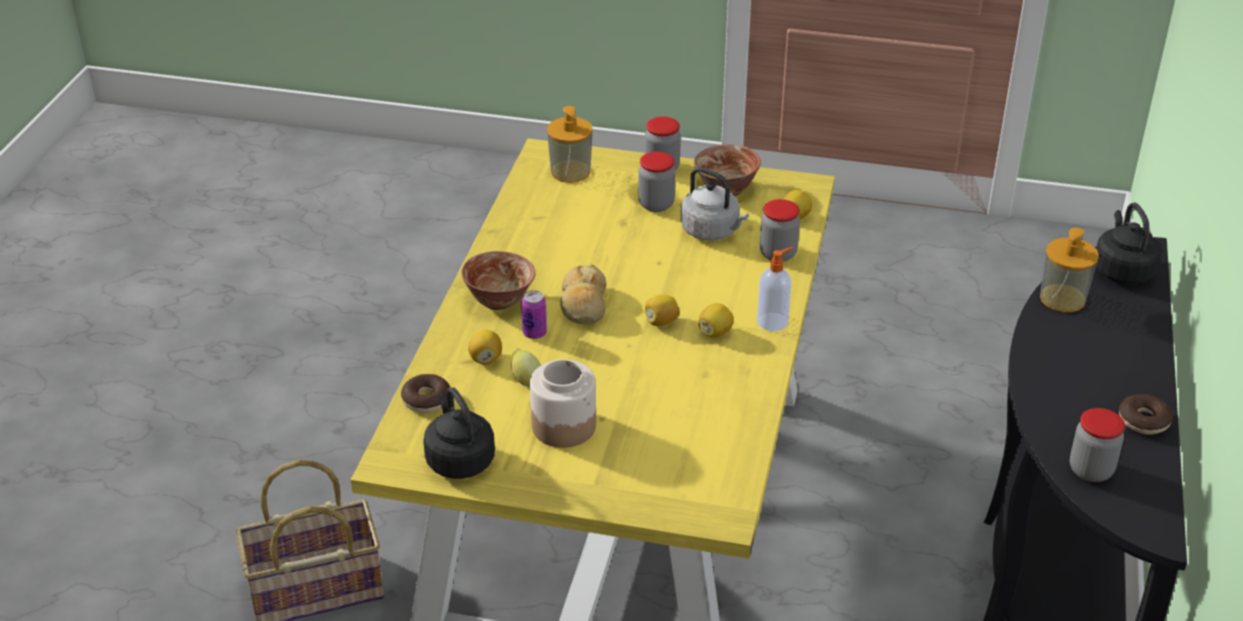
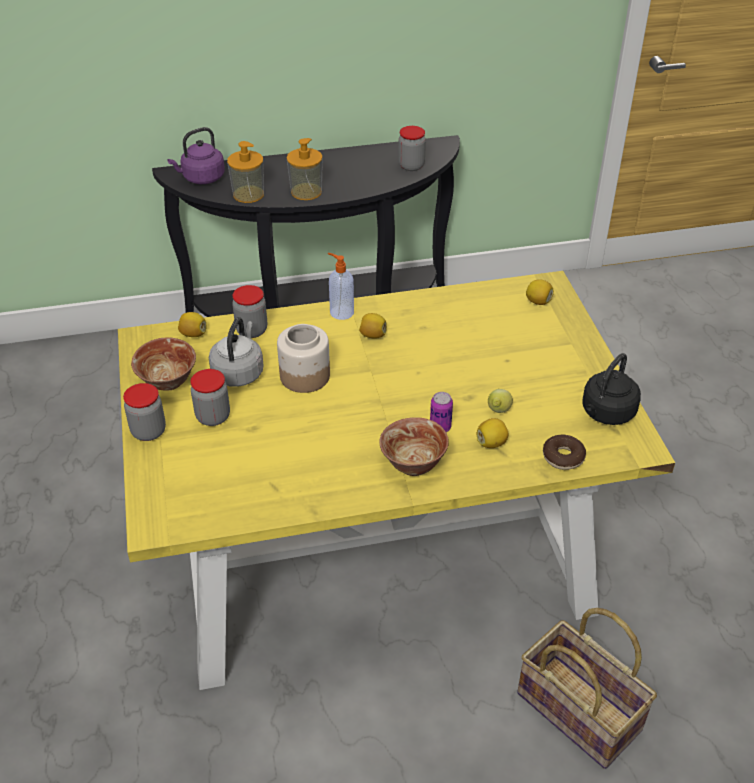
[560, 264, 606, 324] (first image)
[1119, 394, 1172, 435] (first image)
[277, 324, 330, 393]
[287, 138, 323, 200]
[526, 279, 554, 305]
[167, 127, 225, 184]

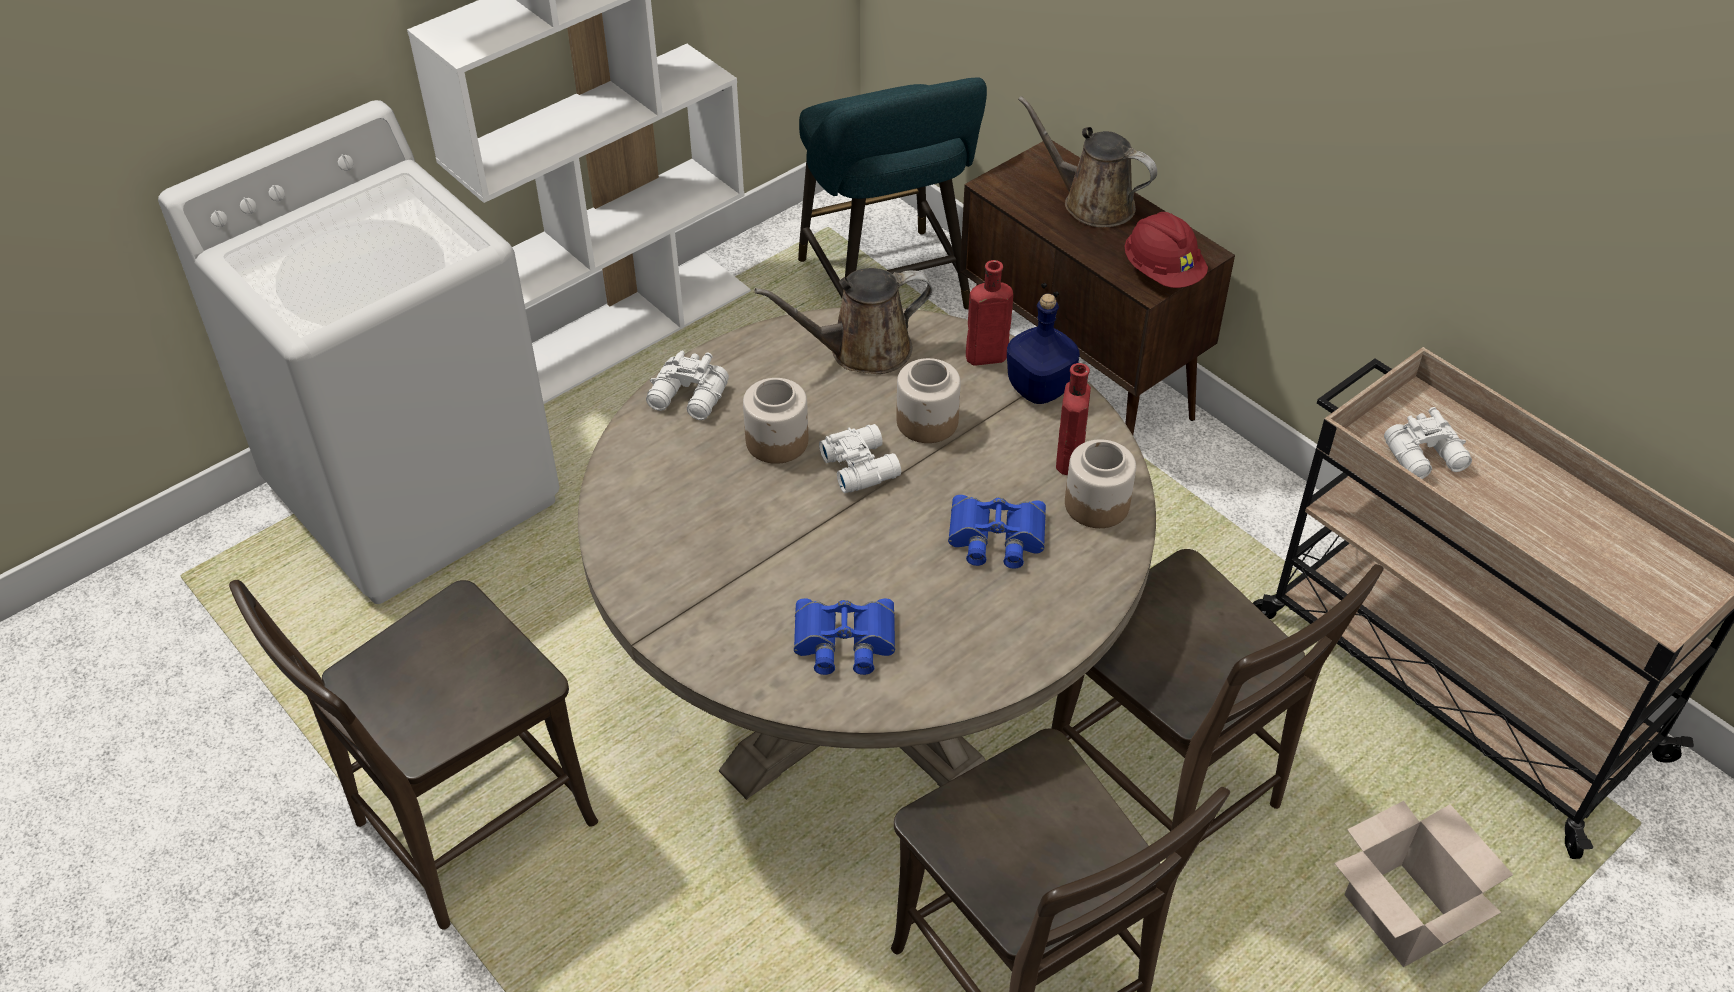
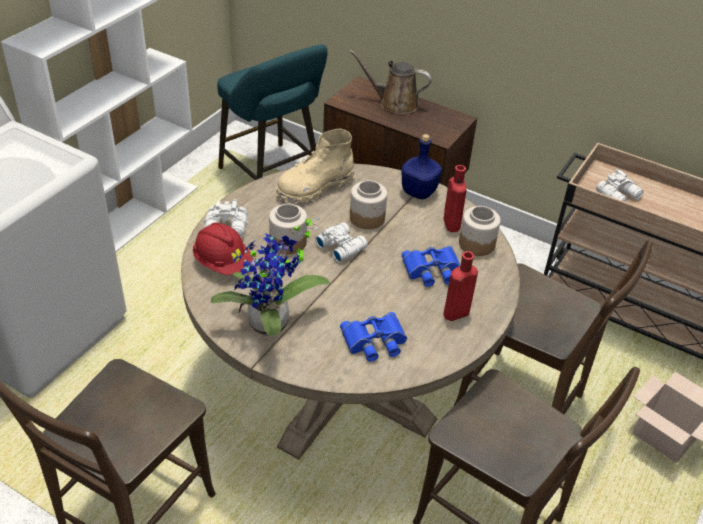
[211, 217, 330, 336]
[443, 251, 478, 321]
[193, 223, 253, 275]
[276, 129, 355, 205]

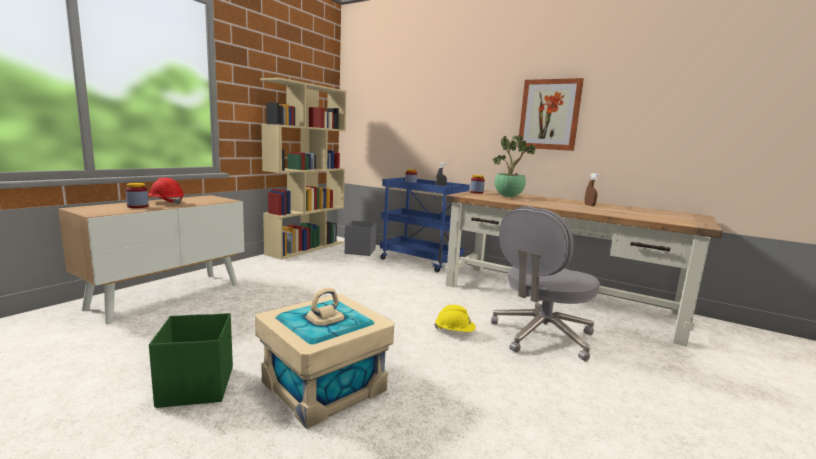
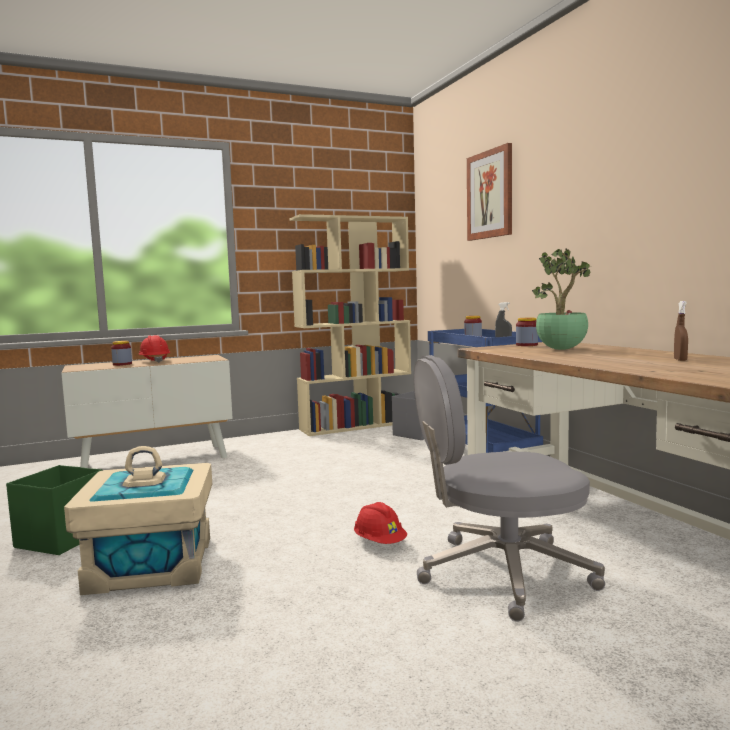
[467, 143, 512, 241]
[354, 502, 407, 544]

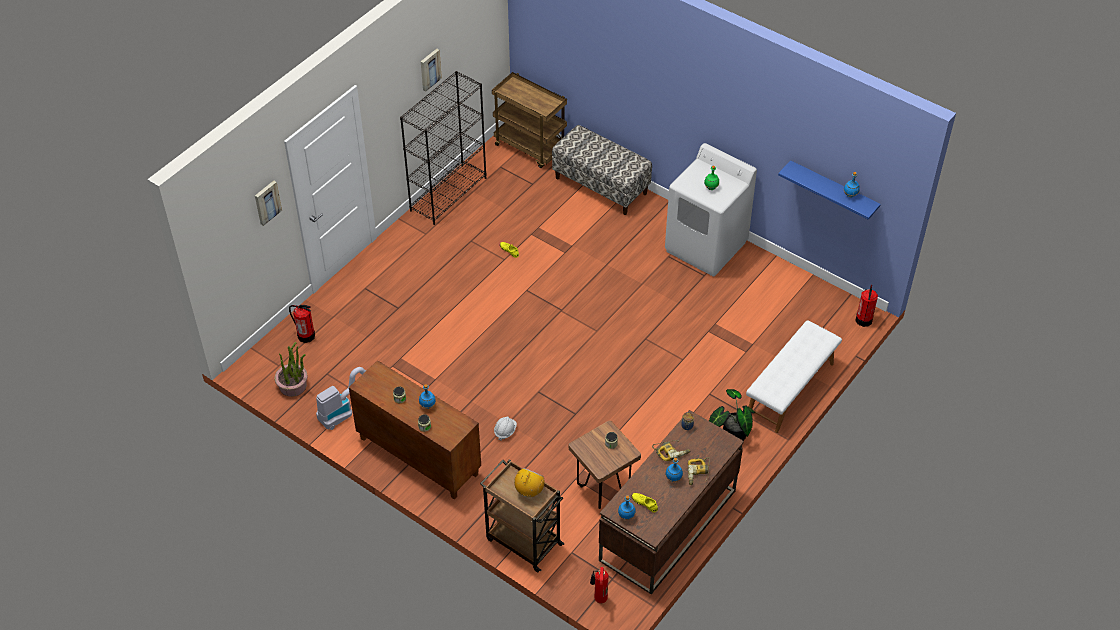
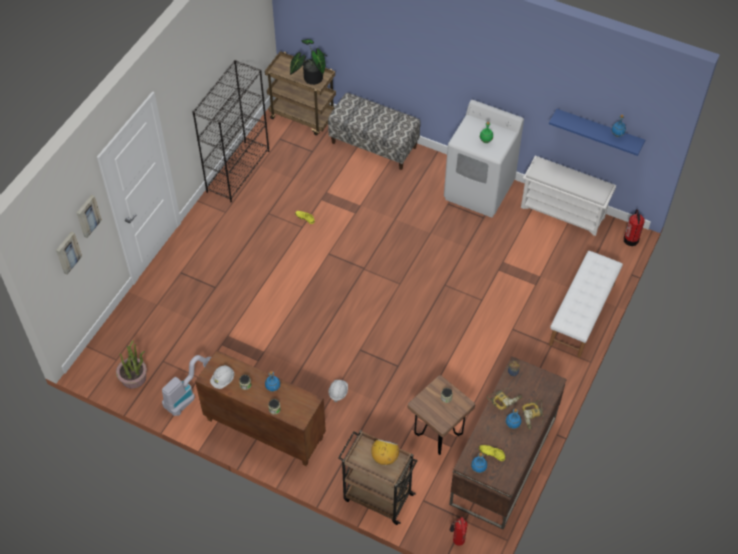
[289, 305, 315, 343] (first image)
[210, 365, 234, 389]
[521, 156, 616, 236]
[56, 232, 82, 275]
[290, 39, 327, 85]

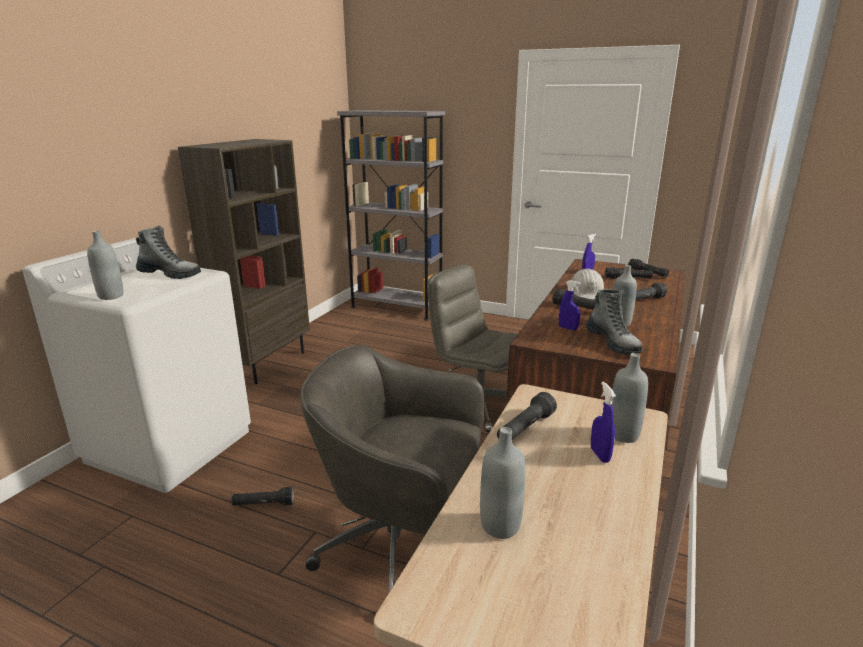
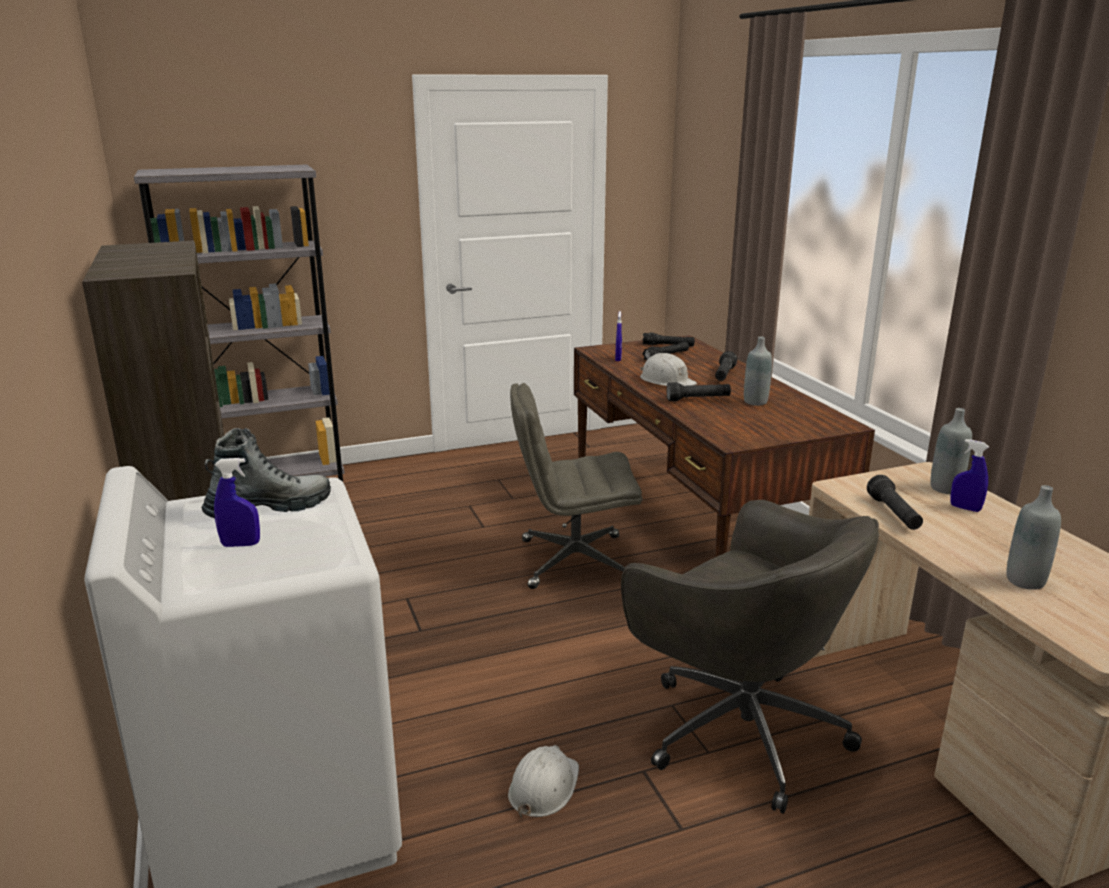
[87, 231, 124, 300] (first image)
[586, 289, 643, 355] (first image)
[214, 458, 260, 547]
[508, 745, 579, 818]
[621, 500, 879, 814]

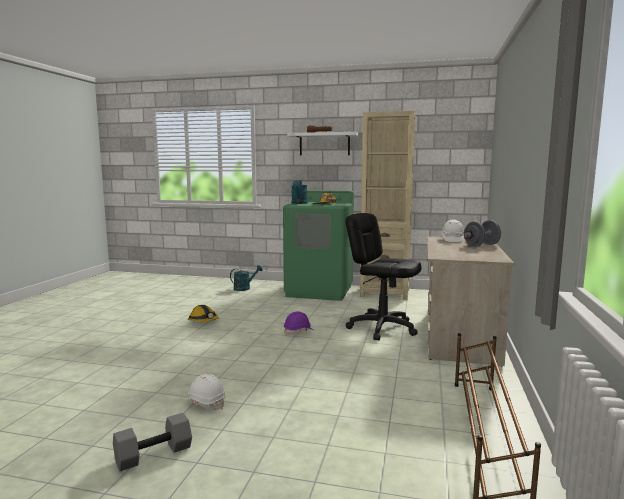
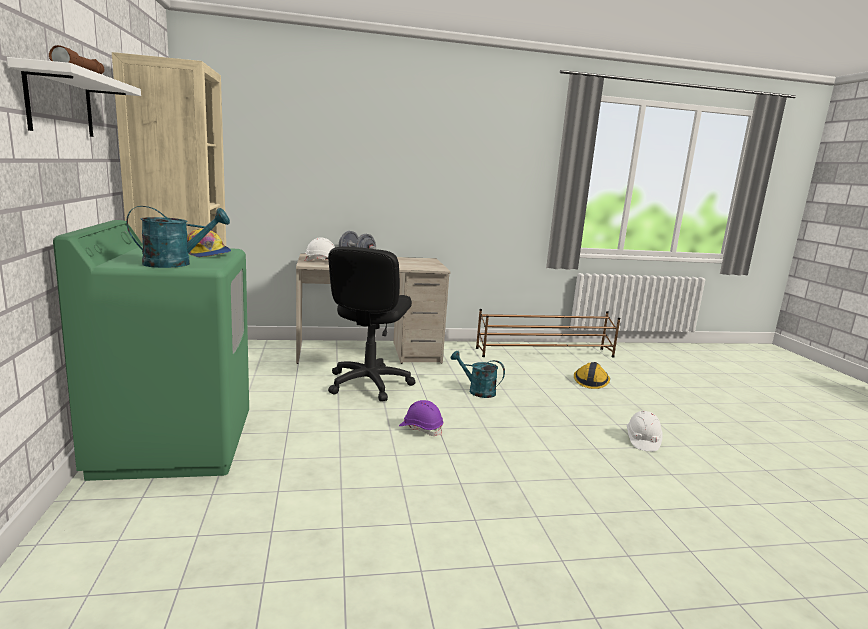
[113, 413, 192, 471] (first image)
[574, 362, 610, 389]
[451, 351, 505, 398]

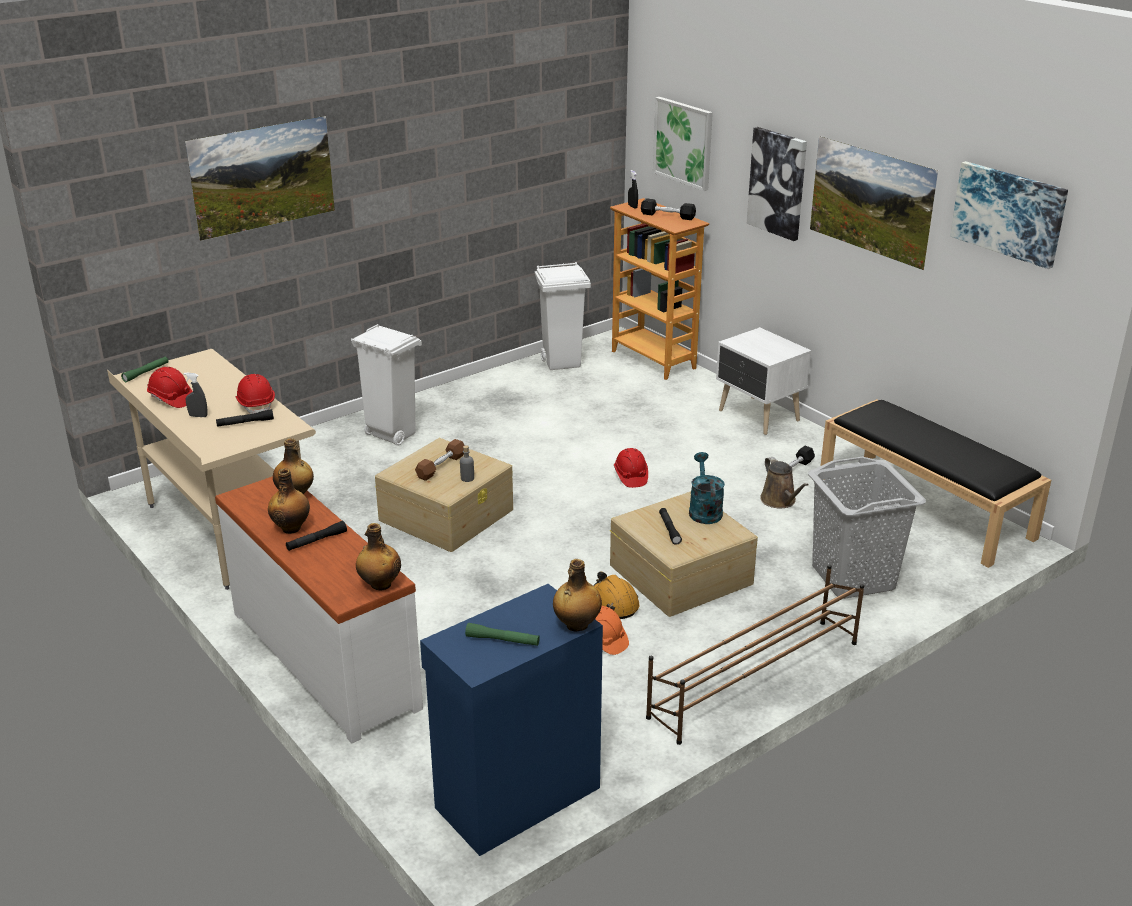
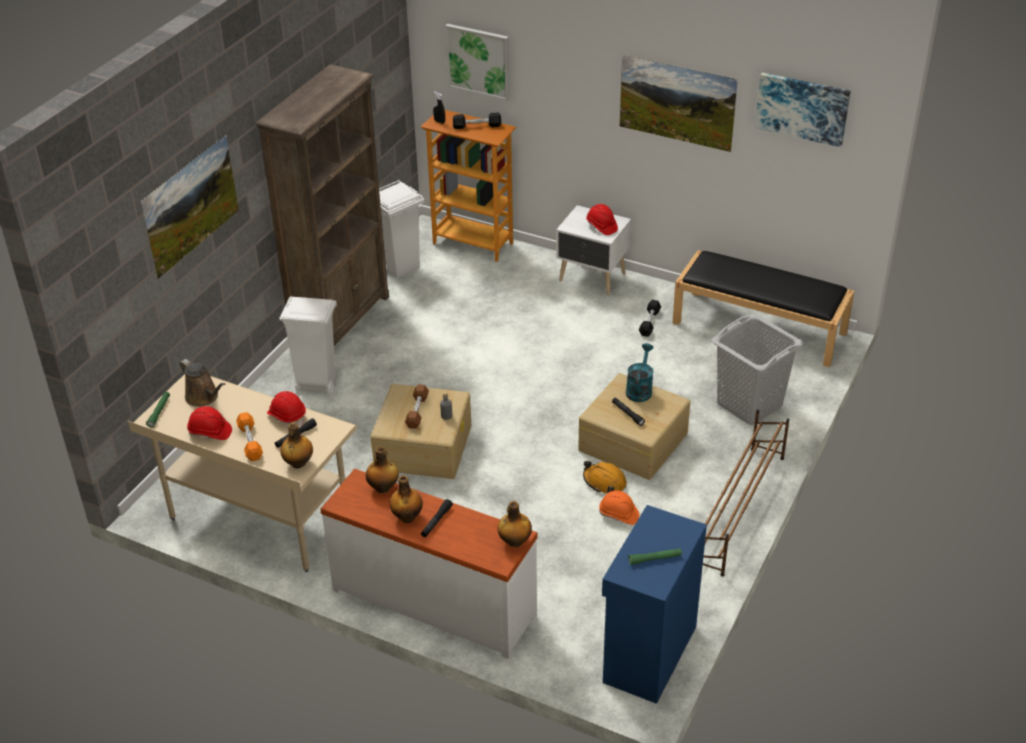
[747, 127, 807, 241] (first image)
[256, 64, 389, 346]
[280, 423, 313, 468]
[586, 204, 618, 235]
[179, 359, 225, 407]
[236, 412, 263, 461]
[626, 343, 654, 402]

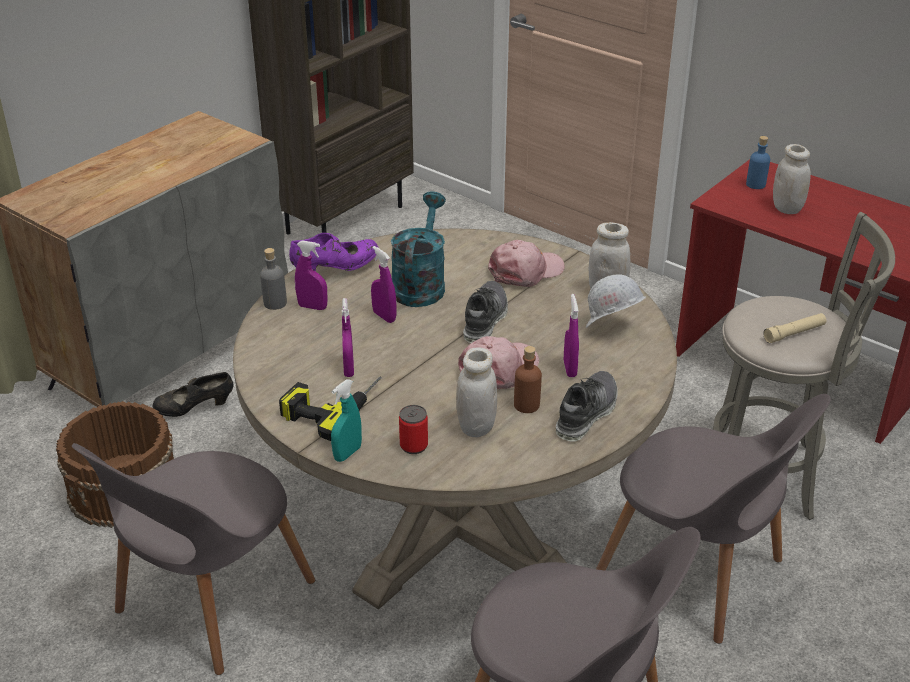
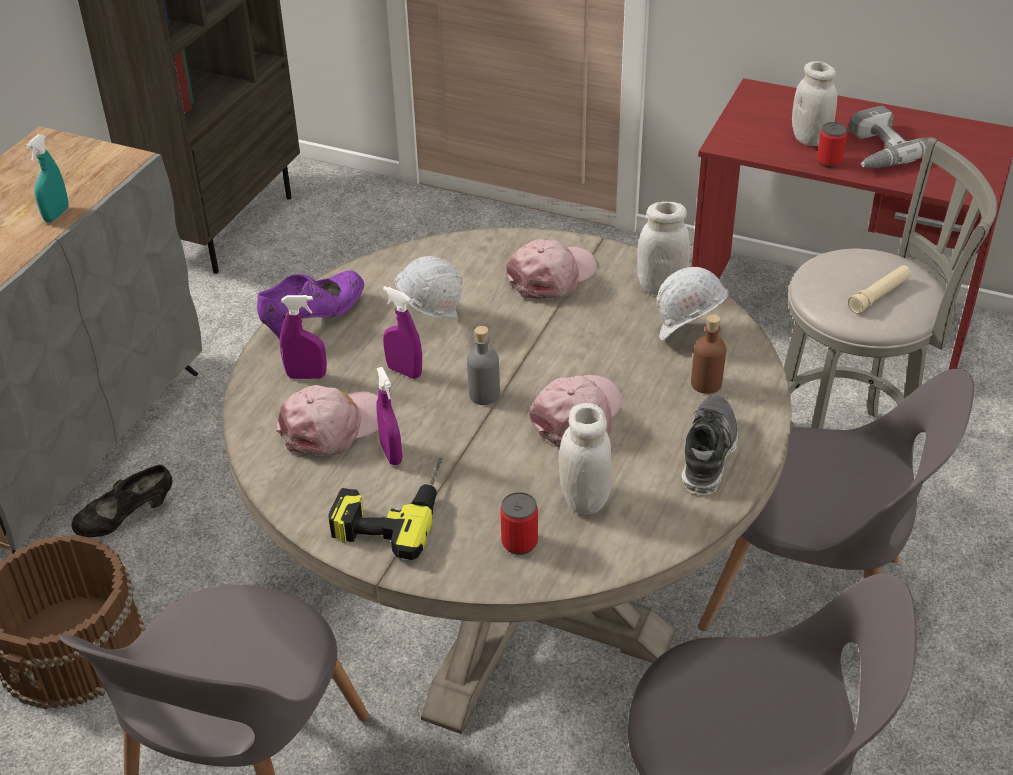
[463, 281, 508, 343] (first image)
[564, 294, 579, 377] (first image)
[746, 136, 770, 189] (first image)
[276, 385, 378, 456]
[817, 122, 847, 168]
[849, 106, 929, 168]
[467, 326, 500, 405]
[25, 134, 69, 222]
[691, 314, 726, 394]
[394, 256, 463, 319]

